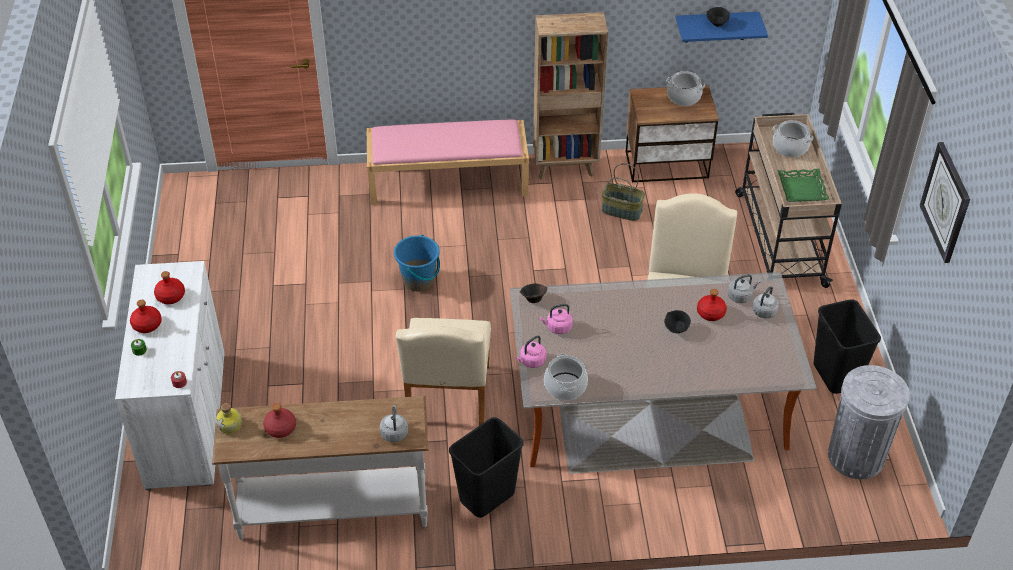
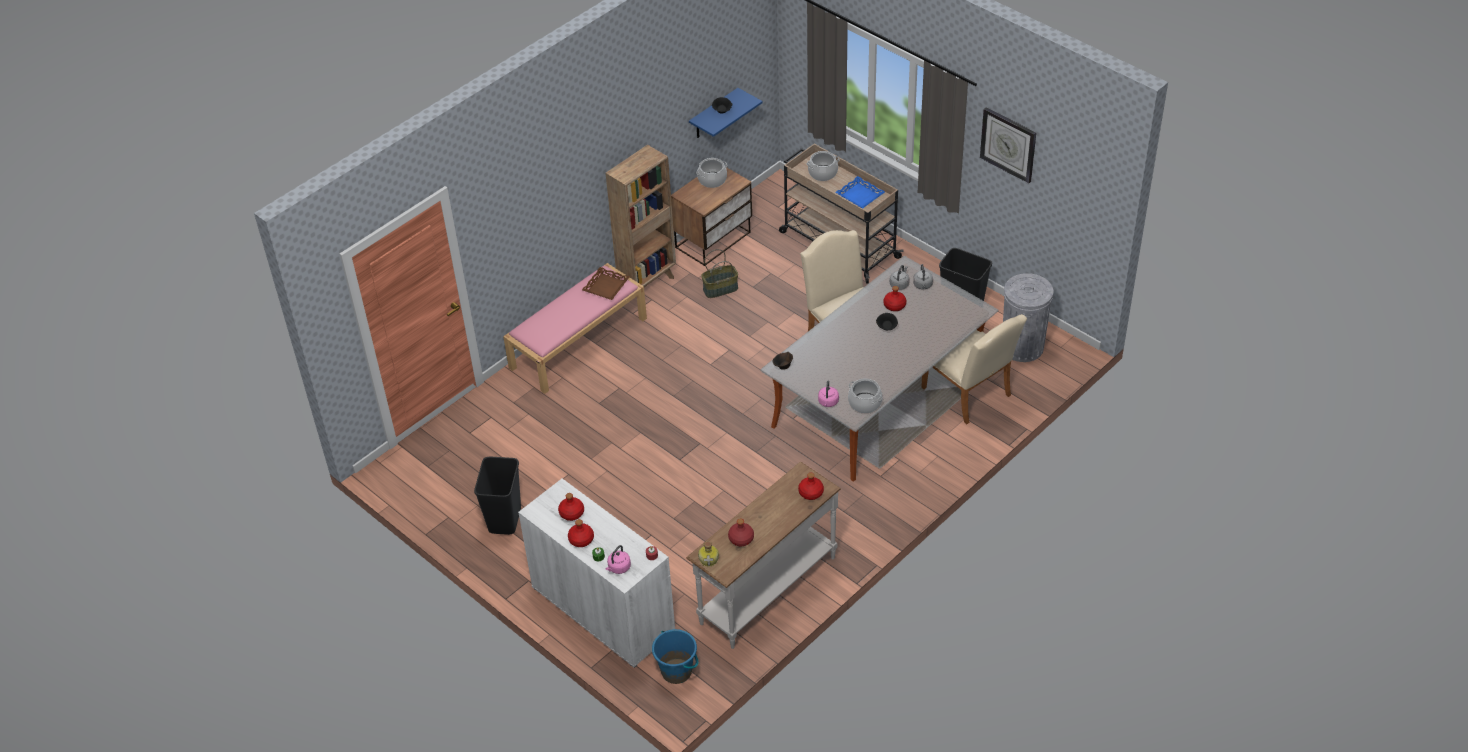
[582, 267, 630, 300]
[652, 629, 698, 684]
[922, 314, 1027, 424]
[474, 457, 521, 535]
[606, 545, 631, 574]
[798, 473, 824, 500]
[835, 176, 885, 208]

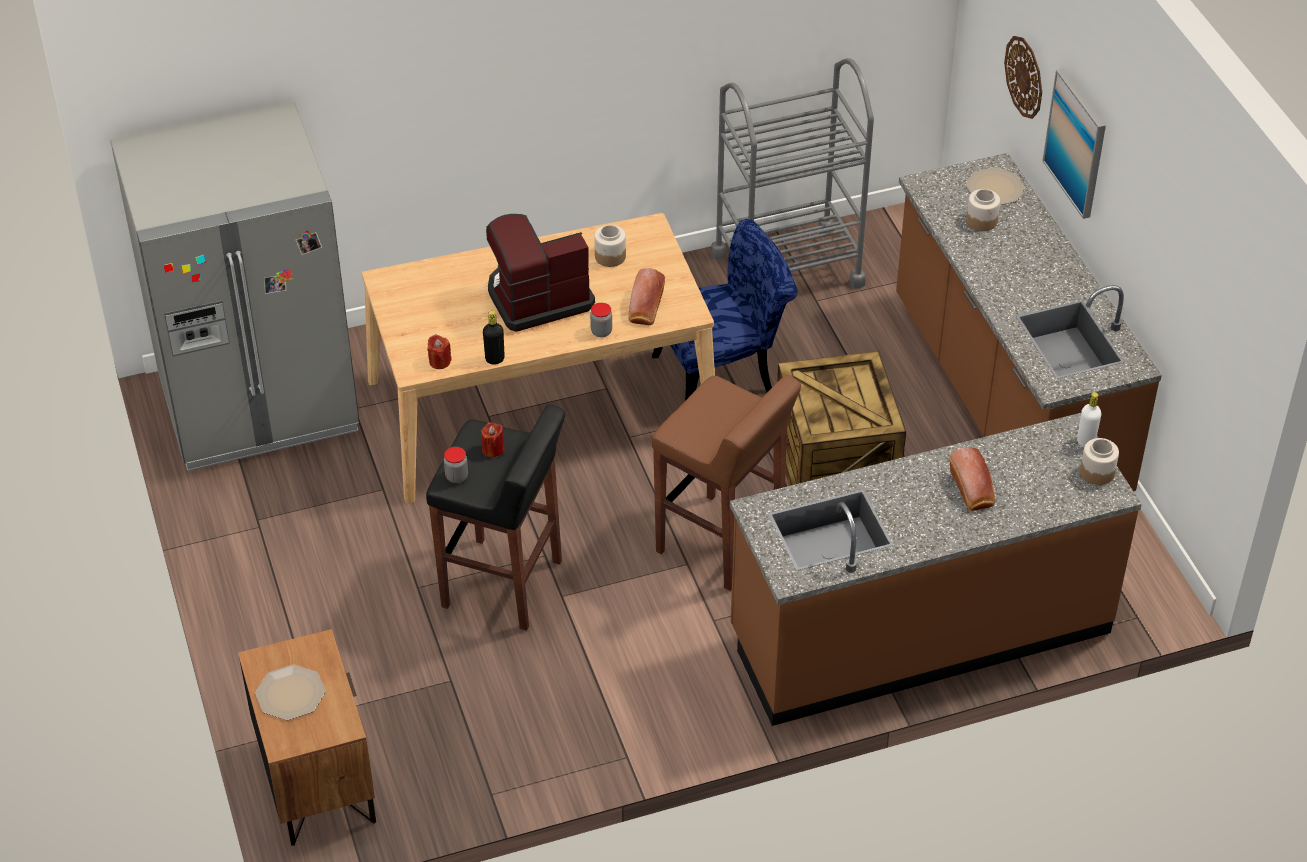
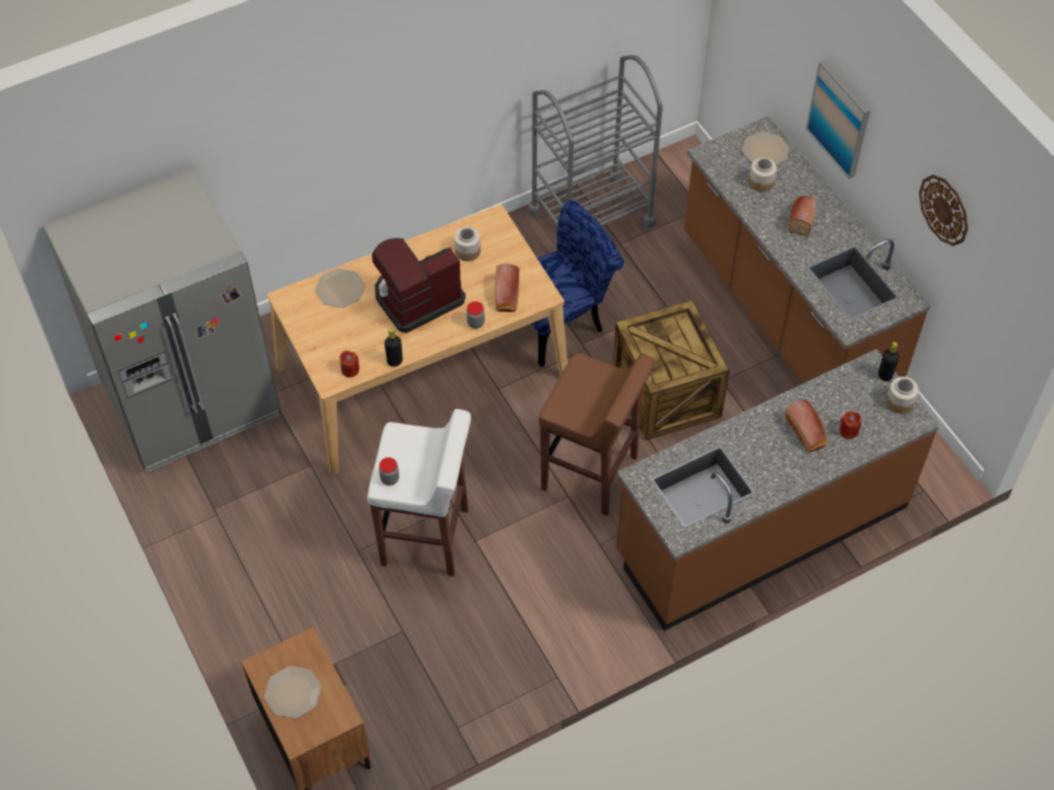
[315, 268, 365, 308]
[788, 196, 817, 236]
[839, 411, 861, 439]
[919, 175, 968, 246]
[367, 409, 471, 576]
[878, 342, 899, 381]

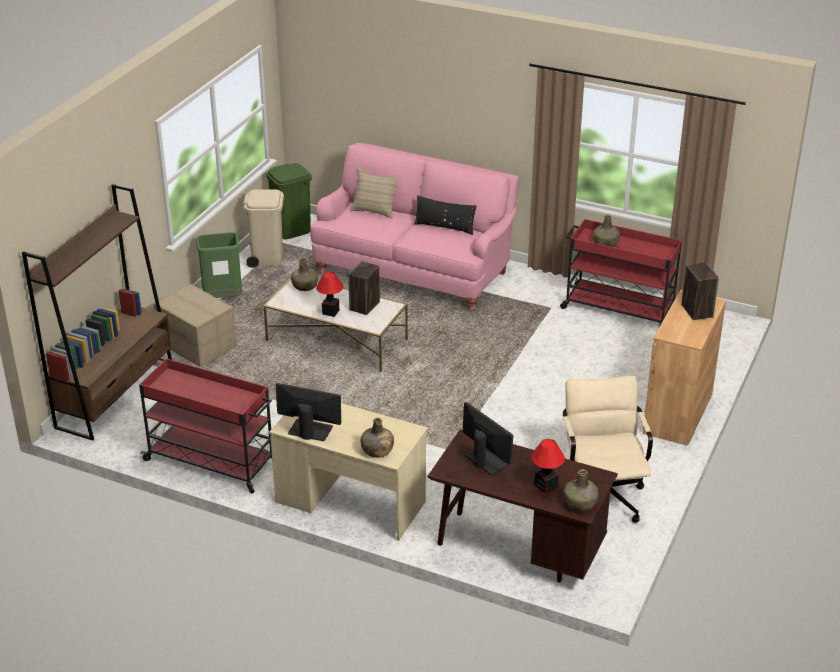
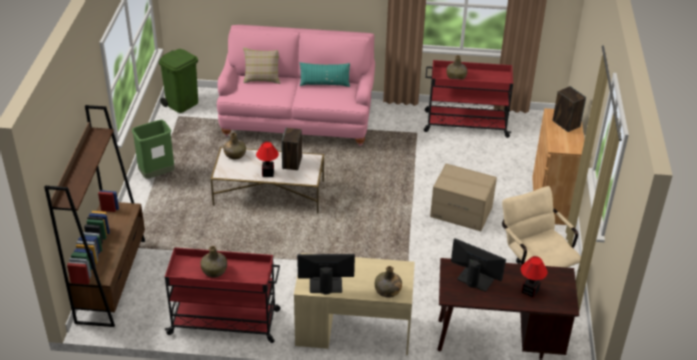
[243, 189, 284, 268] (first image)
[430, 164, 497, 231]
[200, 246, 227, 278]
[300, 62, 350, 87]

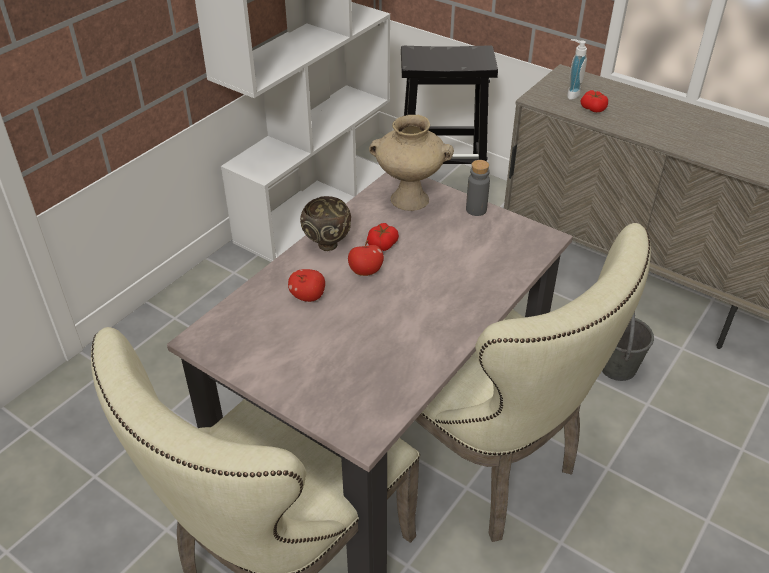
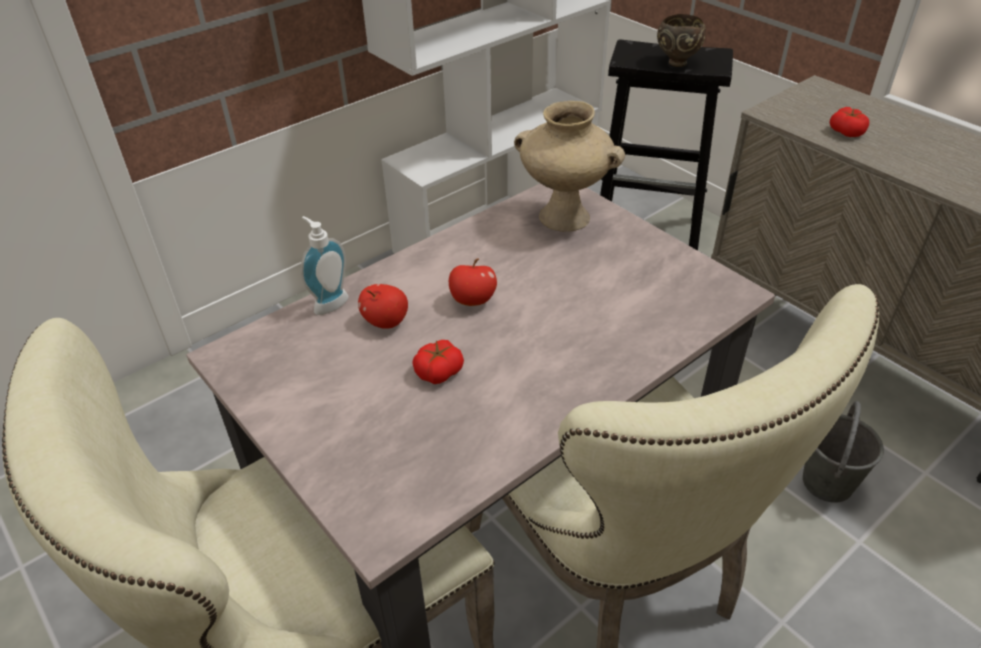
[466, 160, 490, 216] (first image)
[657, 14, 706, 67]
[412, 340, 464, 384]
[301, 216, 349, 315]

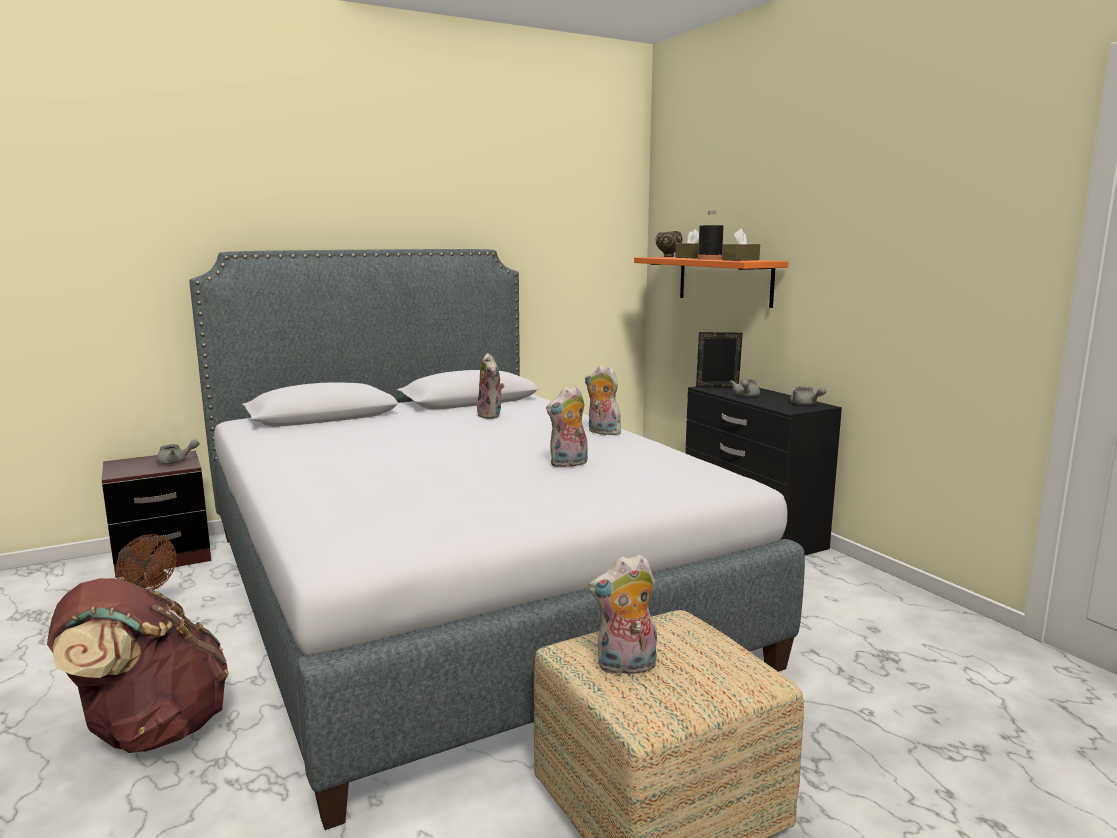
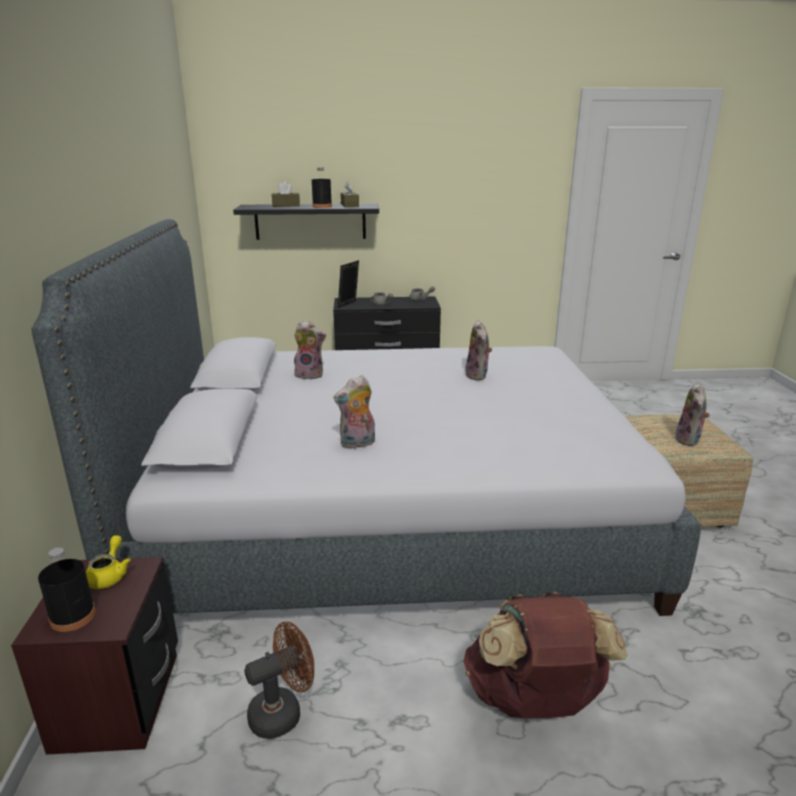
[655, 231, 682, 257] (first image)
[38, 547, 96, 632]
[333, 375, 375, 449]
[86, 535, 131, 589]
[233, 204, 379, 240]

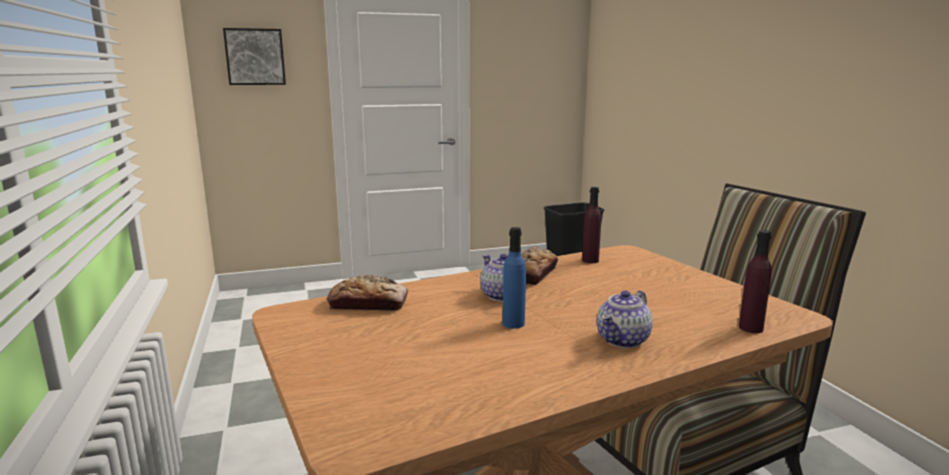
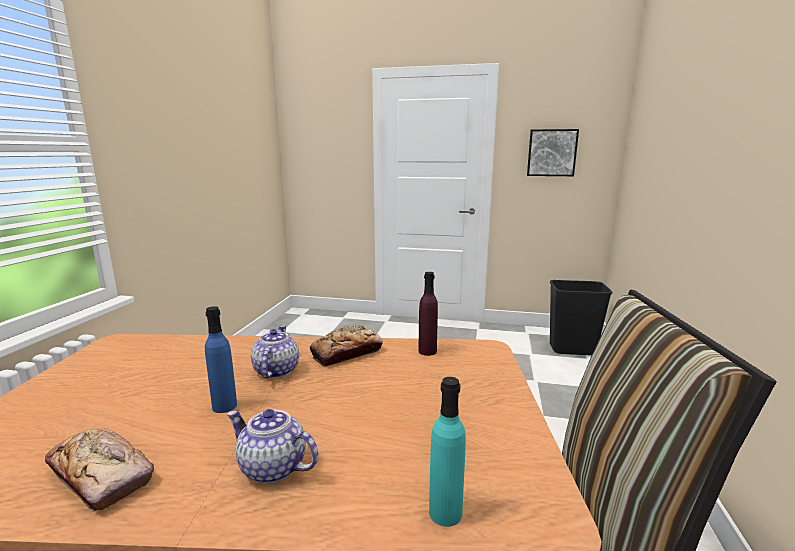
[527, 129, 579, 176]
[45, 428, 154, 511]
[429, 377, 466, 527]
[227, 409, 318, 484]

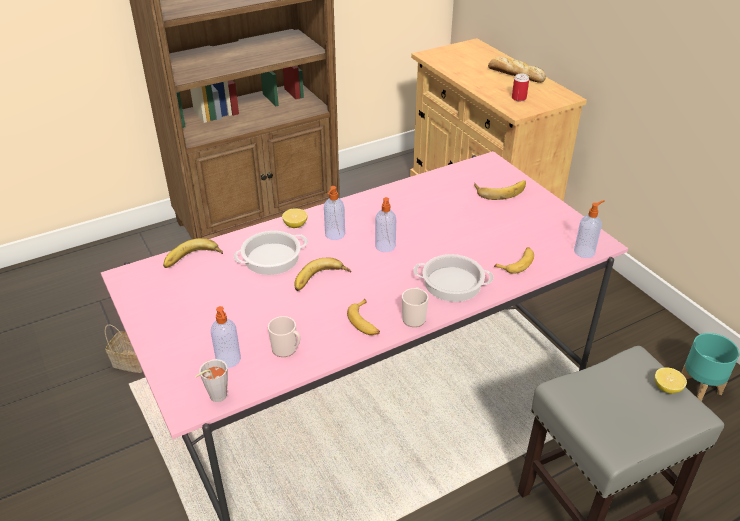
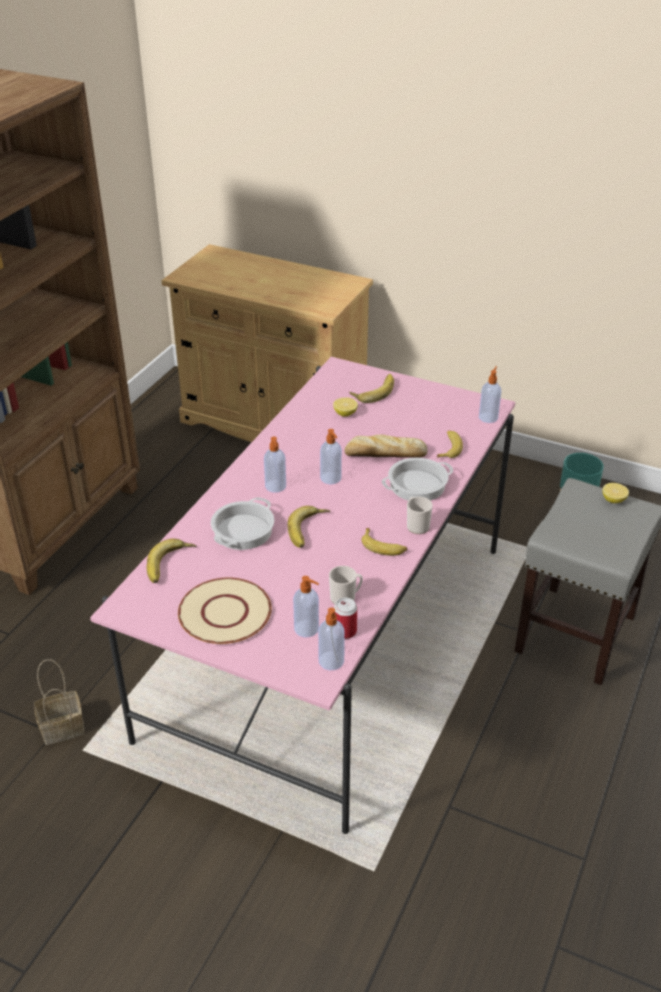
[178, 578, 272, 644]
[333, 397, 358, 417]
[345, 435, 427, 458]
[334, 598, 357, 639]
[318, 608, 345, 670]

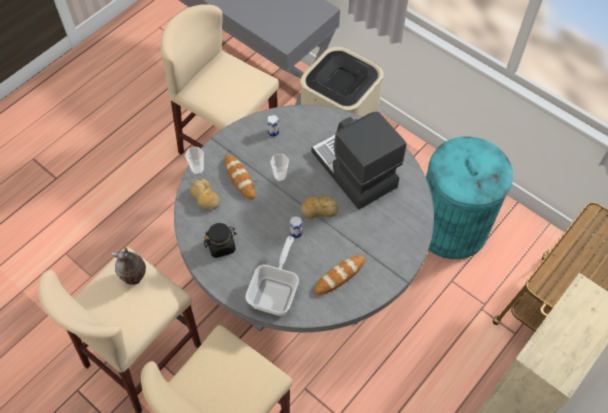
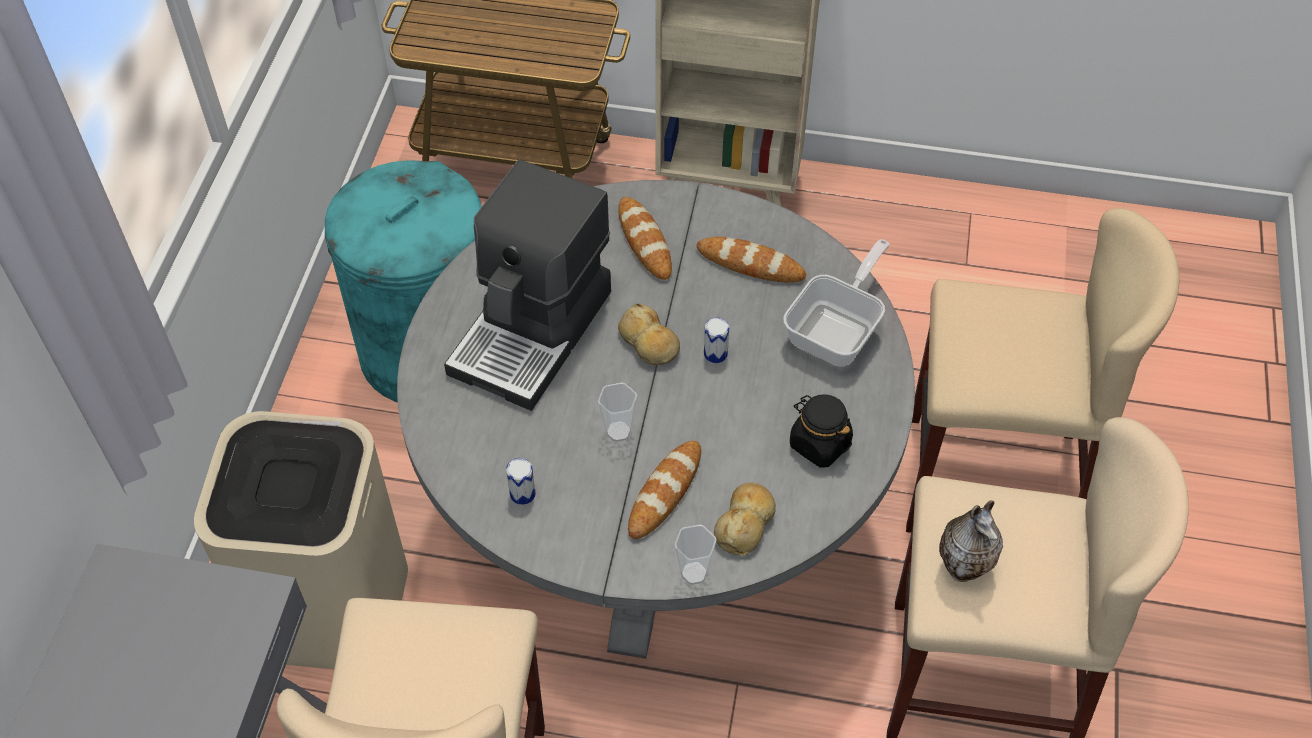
[618, 197, 672, 280]
[783, 239, 890, 366]

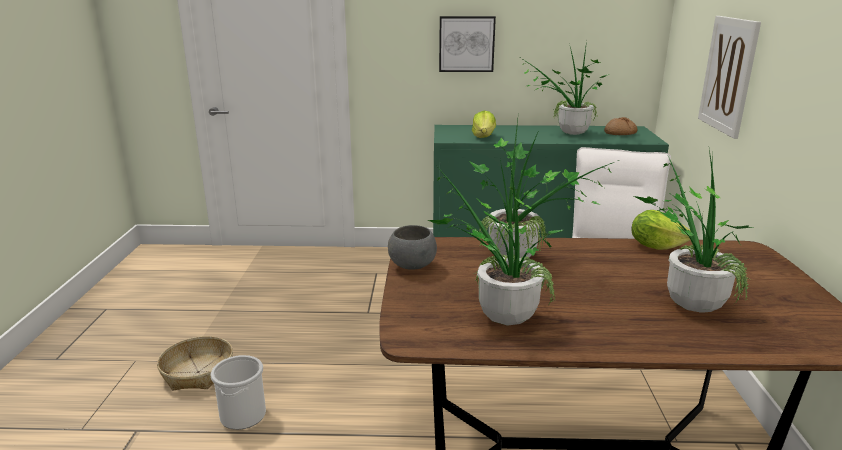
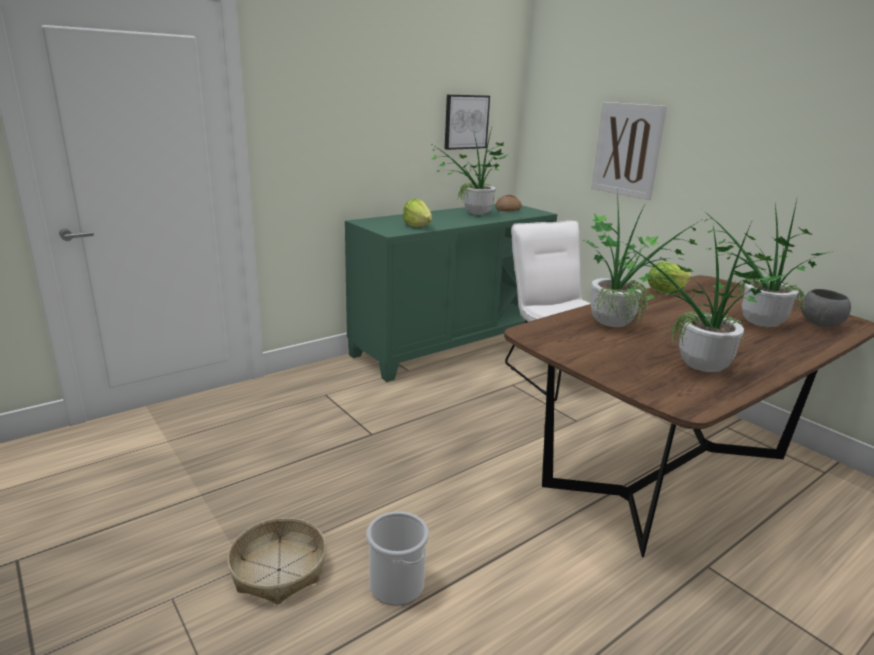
[801, 289, 851, 327]
[444, 95, 490, 150]

